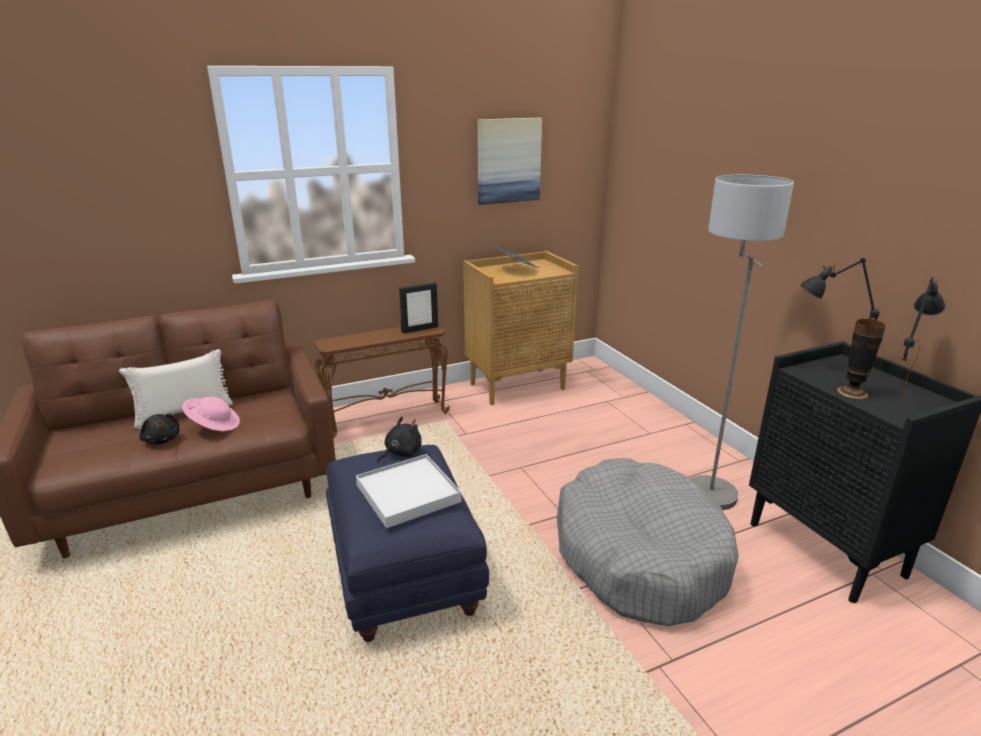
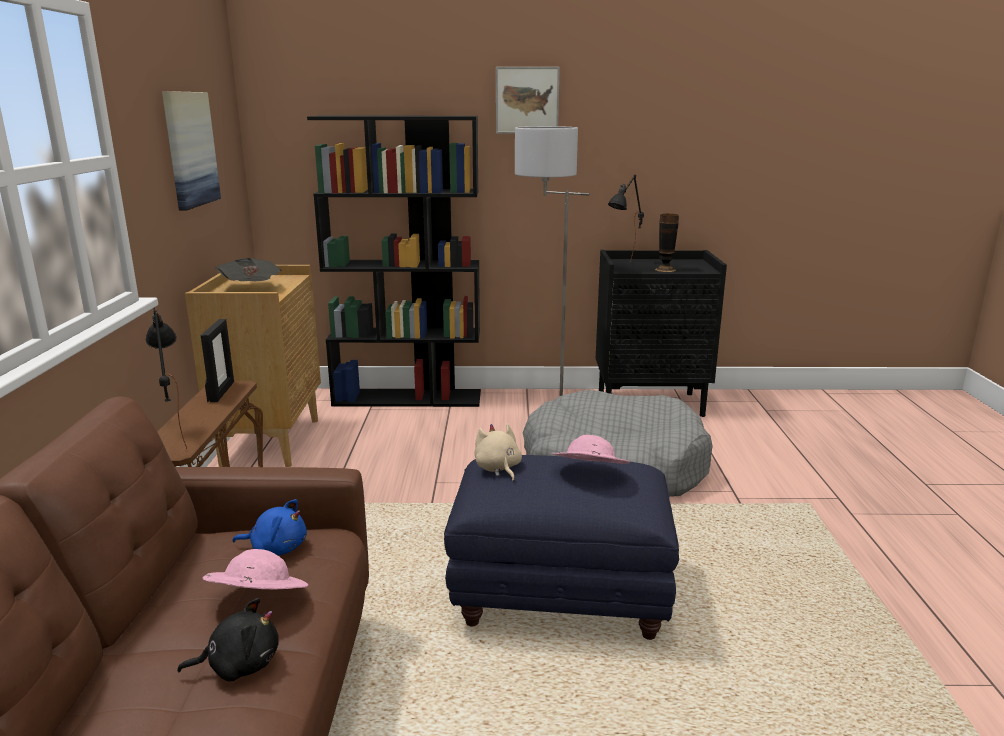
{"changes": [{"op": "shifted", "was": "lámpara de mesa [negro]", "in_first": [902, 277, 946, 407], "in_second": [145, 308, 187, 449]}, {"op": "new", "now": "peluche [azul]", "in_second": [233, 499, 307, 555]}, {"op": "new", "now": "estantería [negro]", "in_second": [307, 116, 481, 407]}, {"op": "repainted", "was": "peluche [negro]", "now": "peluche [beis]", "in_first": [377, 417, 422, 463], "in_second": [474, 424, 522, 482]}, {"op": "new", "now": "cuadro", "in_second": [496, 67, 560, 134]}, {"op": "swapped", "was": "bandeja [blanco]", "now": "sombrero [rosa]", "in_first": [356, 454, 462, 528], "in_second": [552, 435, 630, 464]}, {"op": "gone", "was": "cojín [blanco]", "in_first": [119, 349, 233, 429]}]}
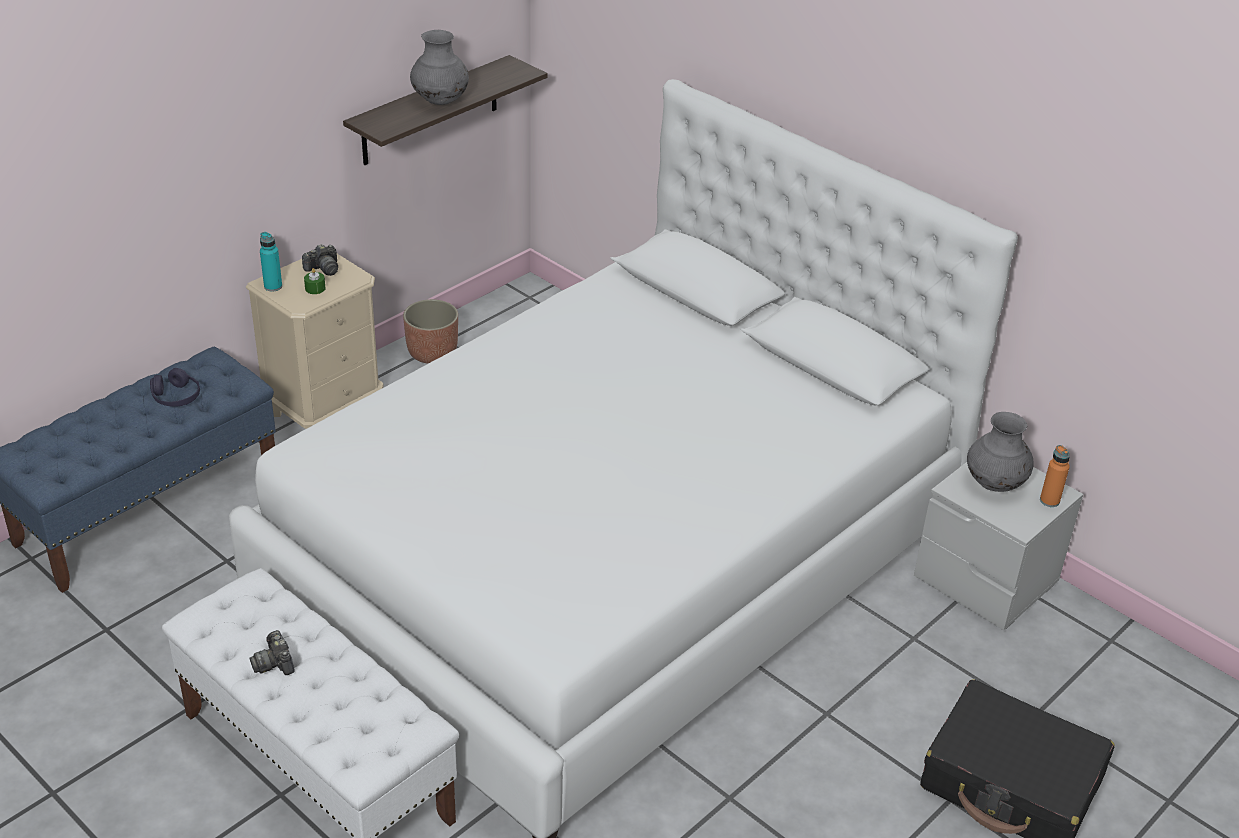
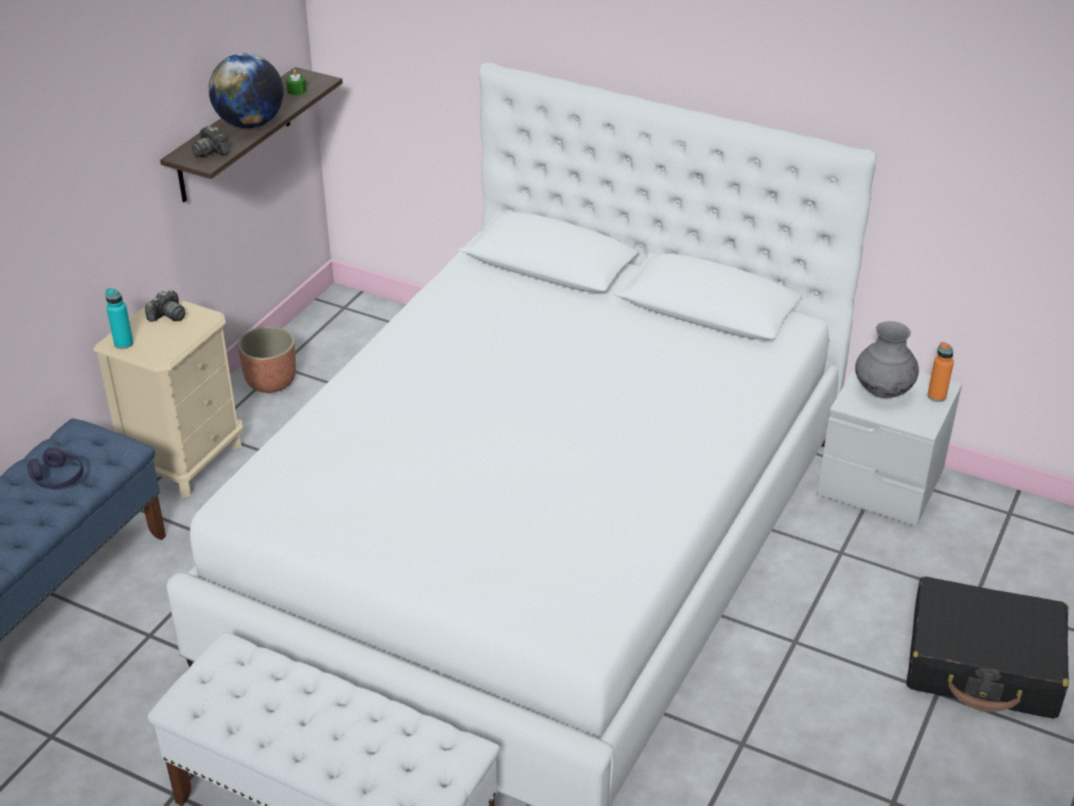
{"changes": [{"op": "shifted", "was": "cámara", "in_first": [250, 630, 295, 675], "in_second": [192, 126, 230, 158]}, {"op": "swapped", "was": "florero [gris]", "now": "globo terráqueo", "in_first": [410, 30, 469, 105], "in_second": [209, 53, 283, 128]}, {"op": "shifted", "was": "vela [verde]", "in_first": [304, 268, 325, 294], "in_second": [286, 69, 307, 95]}]}
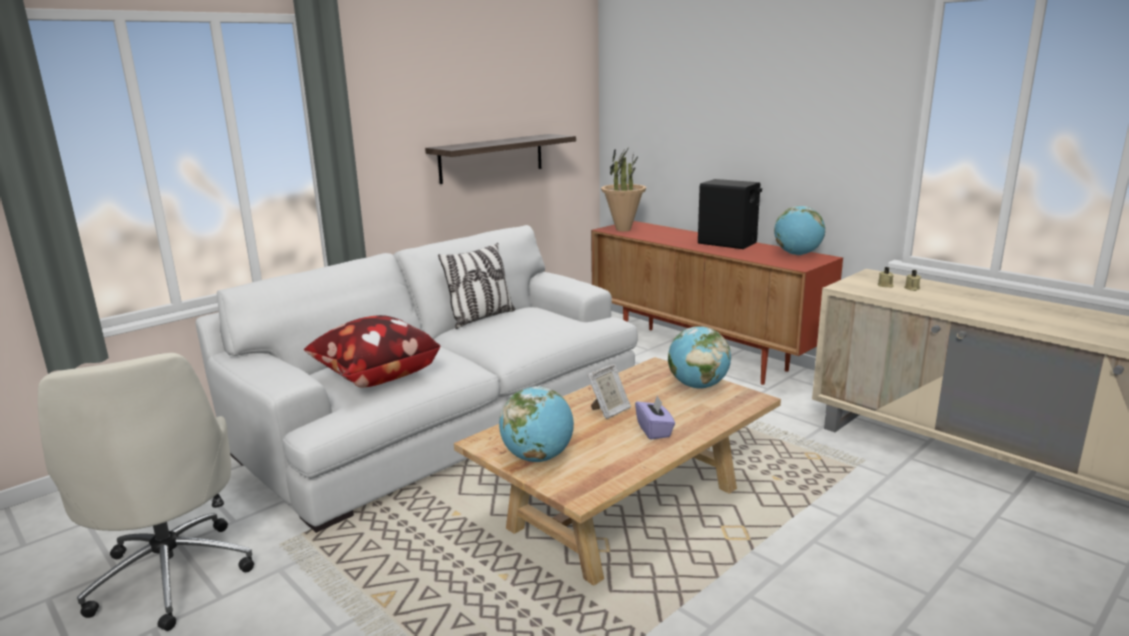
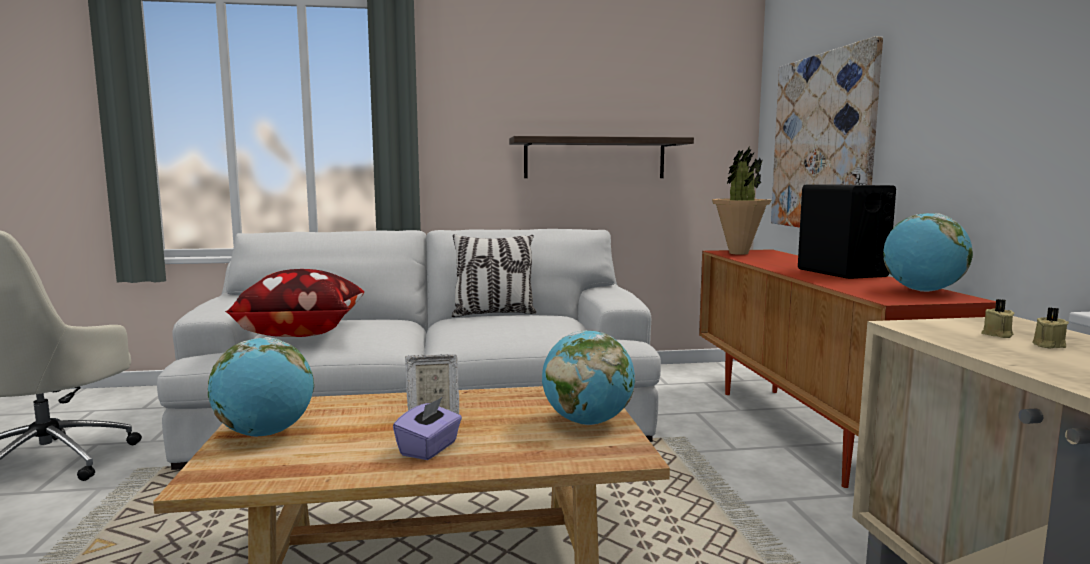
{"changes": [{"op": "new", "now": "cuadro", "in_second": [771, 36, 883, 228]}]}
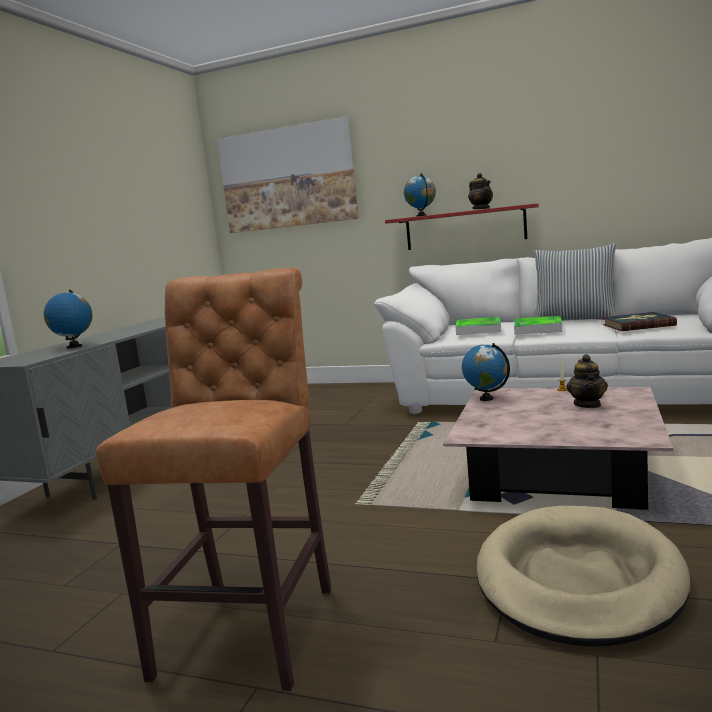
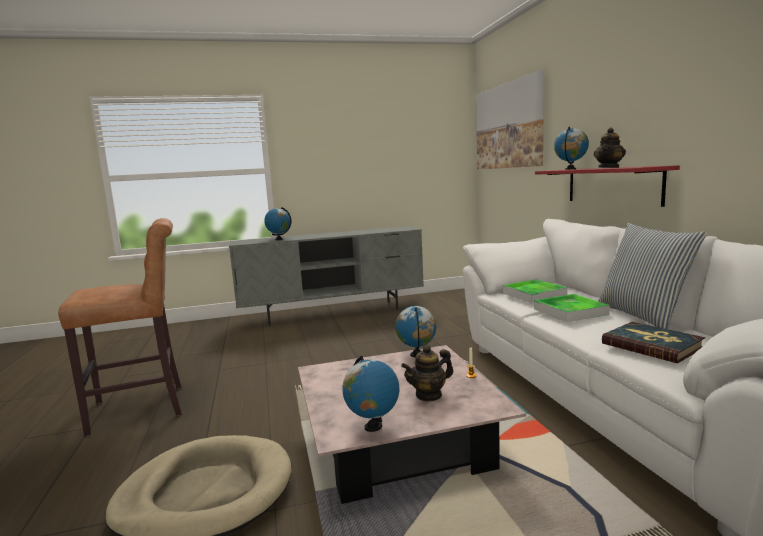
{"changes": [{"op": "new", "now": "globo terráqueo", "in_second": [343, 356, 399, 432]}]}
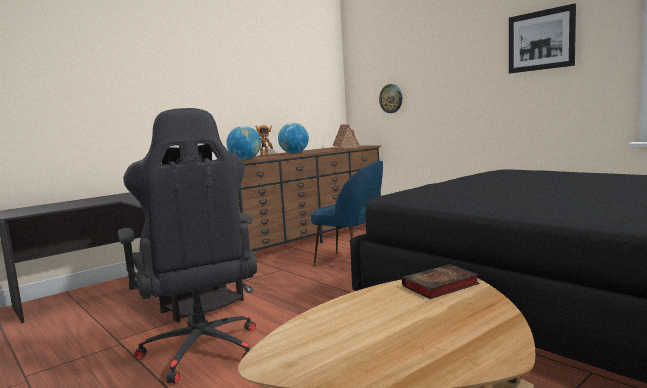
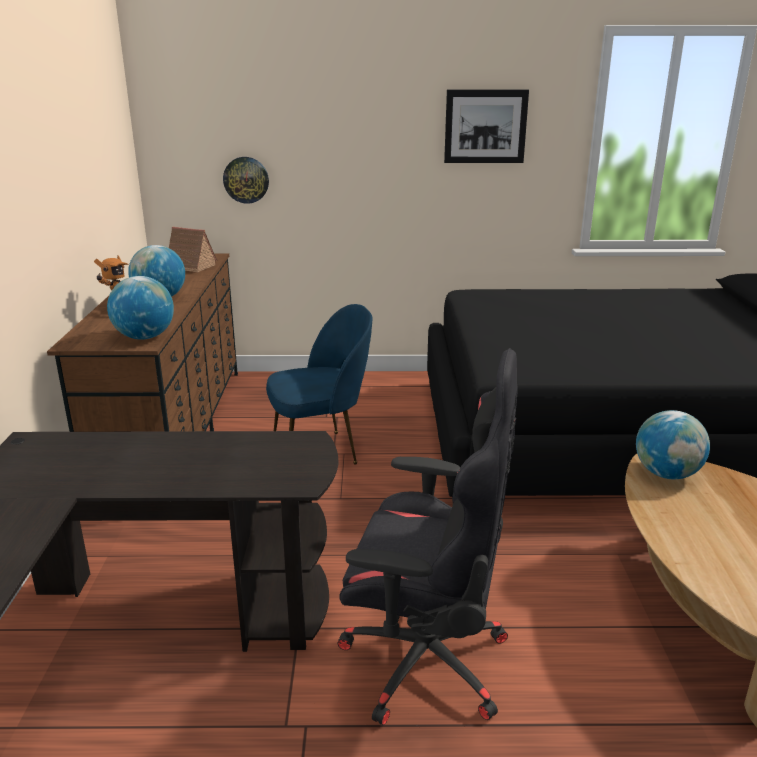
{"changes": [{"op": "swapped", "was": "libro", "now": "globo terráqueo", "in_first": [402, 264, 480, 299], "in_second": [636, 410, 710, 479]}]}
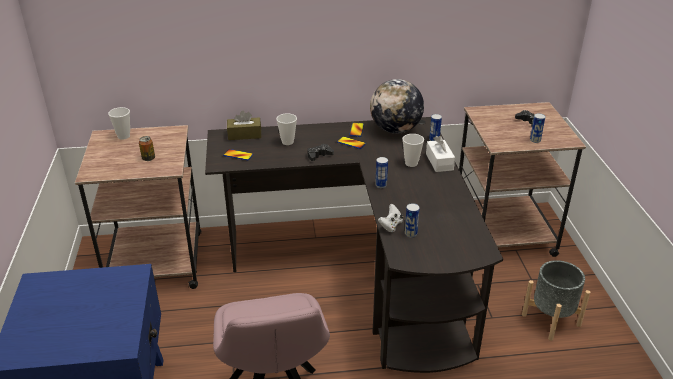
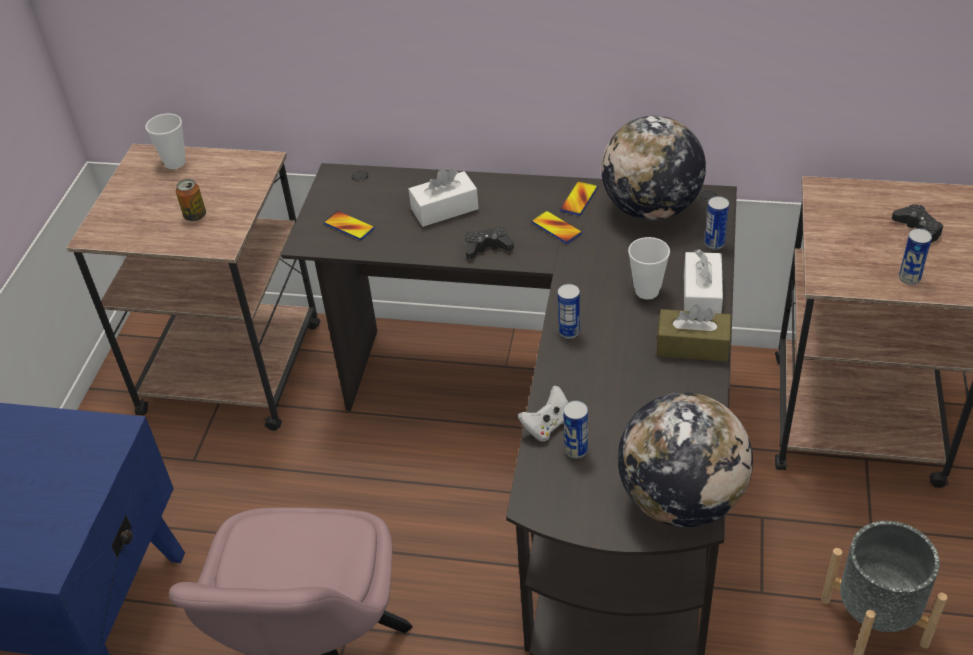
{"changes": [{"op": "swapped", "was": "taza", "now": "caja de pañuelos [blanco]", "in_first": [276, 113, 297, 145], "in_second": [409, 168, 479, 227]}, {"op": "new", "now": "globo terráqueo", "in_second": [618, 392, 753, 527]}, {"op": "shifted", "was": "caja de pañuelos [marrón]", "in_first": [227, 111, 261, 140], "in_second": [657, 304, 731, 362]}]}
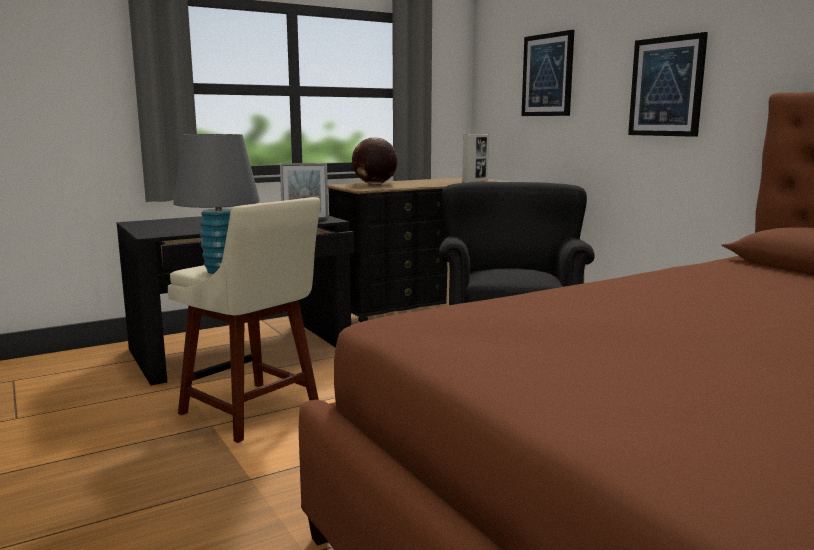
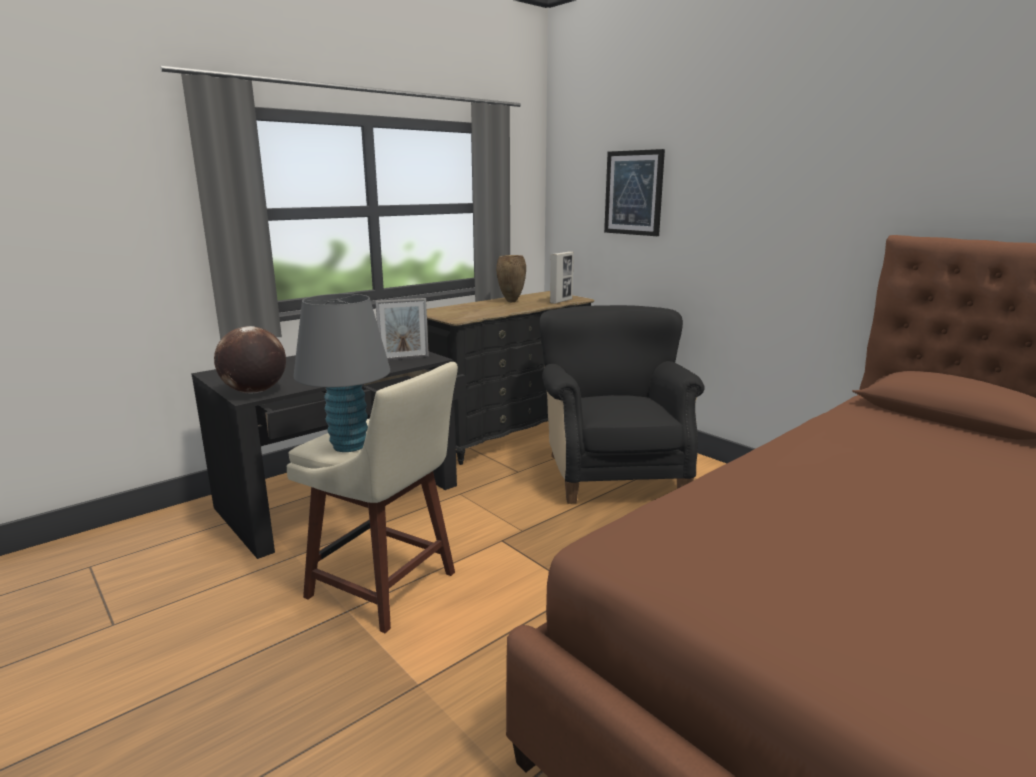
{"changes": [{"op": "shifted", "was": "globo terráqueo", "in_first": [352, 137, 398, 184], "in_second": [214, 326, 286, 393]}, {"op": "new", "now": "florero [marrón]", "in_second": [496, 255, 526, 302]}, {"op": "gone", "was": "cuadro", "in_first": [628, 32, 708, 137]}]}
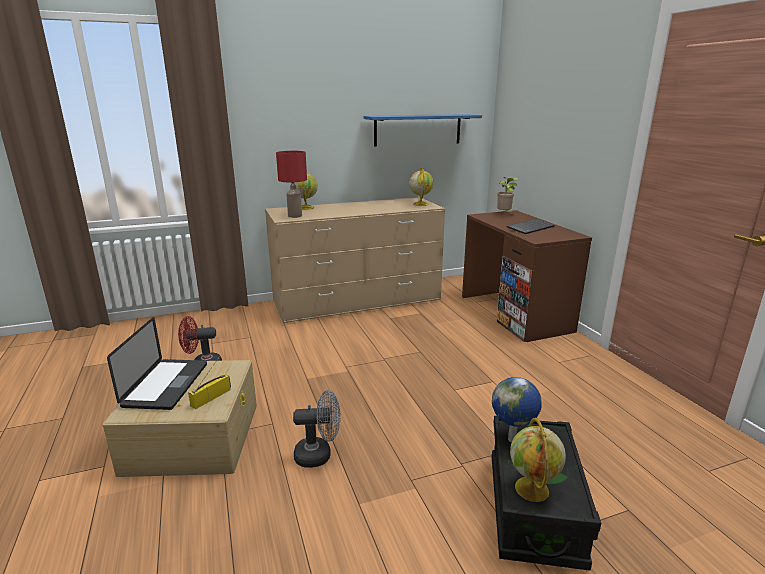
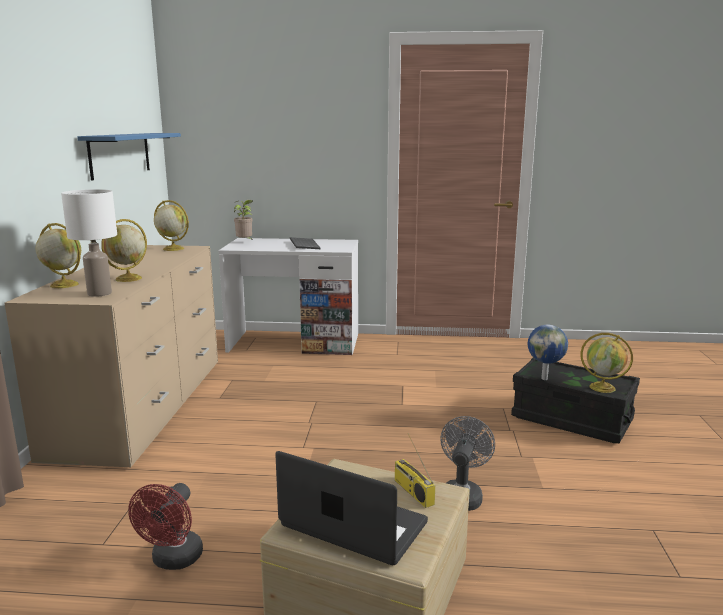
{"changes": [{"op": "repainted", "was": "lámpara de mesa [rojo]", "now": "lámpara de mesa [blanco]", "in_first": [276, 151, 307, 218], "in_second": [61, 189, 117, 297]}, {"op": "new", "now": "globo terráqueo", "in_second": [101, 219, 147, 282]}, {"op": "repainted", "was": "escritorio [marrón]", "now": "escritorio [blanco]", "in_first": [462, 210, 592, 342], "in_second": [218, 238, 358, 355]}]}
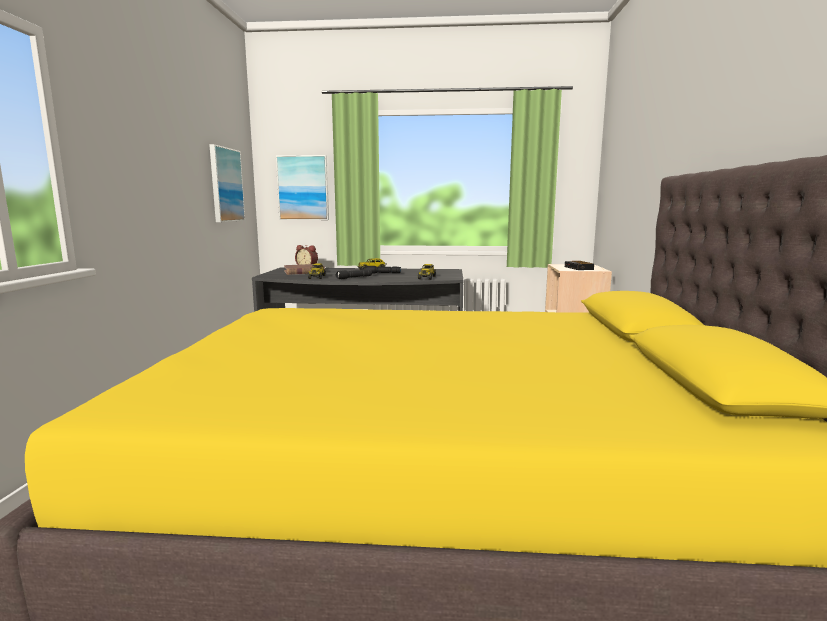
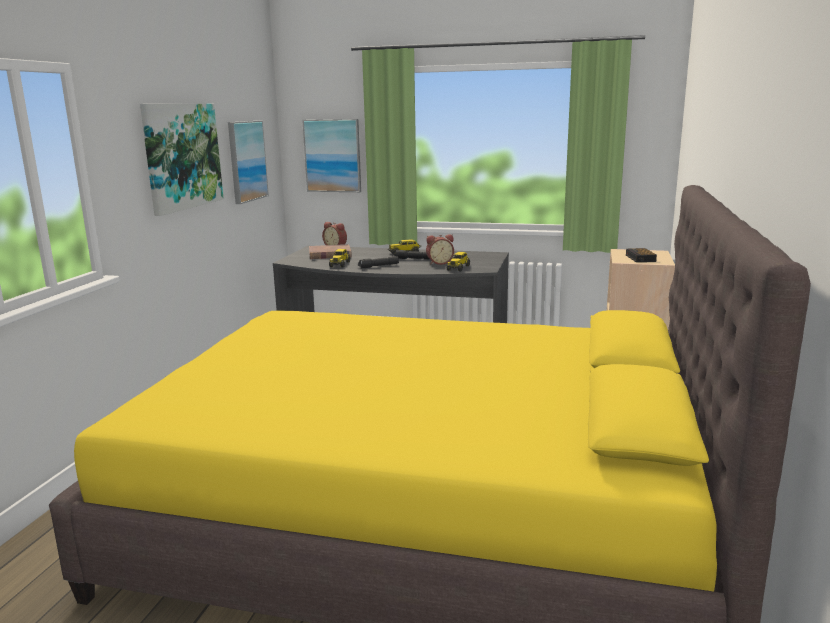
{"changes": [{"op": "new", "now": "cuadro", "in_second": [140, 104, 224, 216]}, {"op": "new", "now": "despertador", "in_second": [426, 234, 454, 265]}]}
